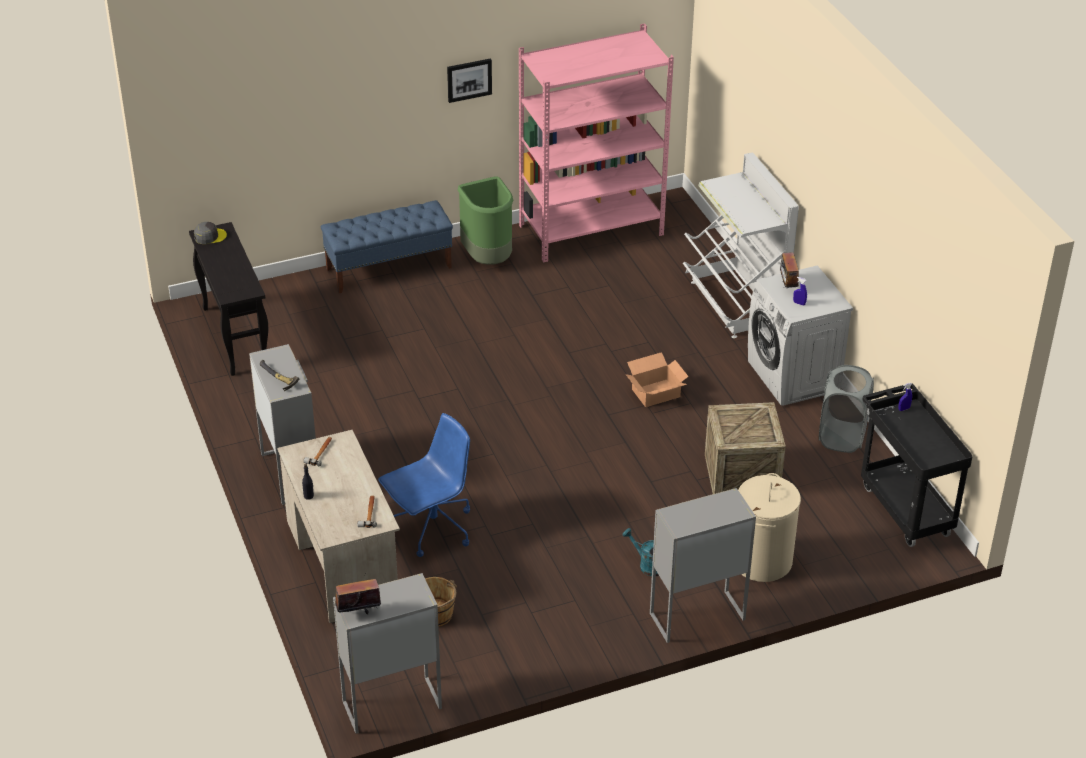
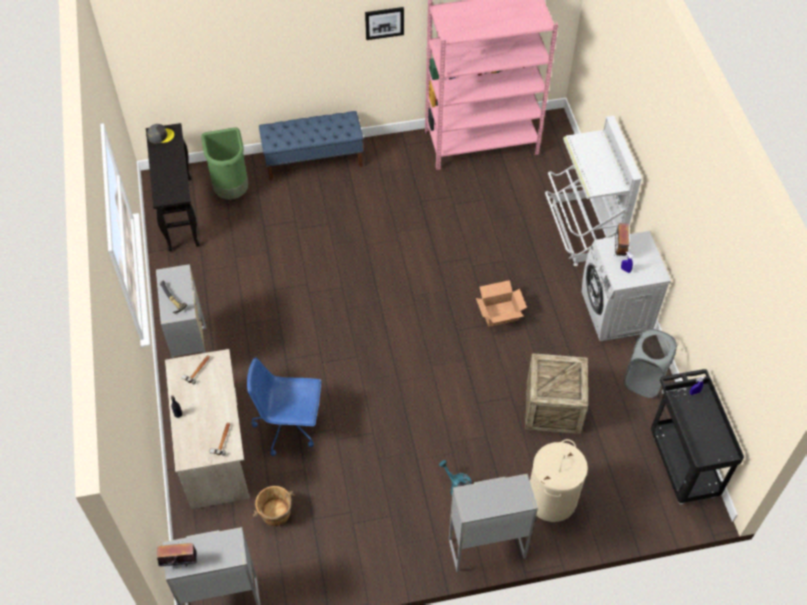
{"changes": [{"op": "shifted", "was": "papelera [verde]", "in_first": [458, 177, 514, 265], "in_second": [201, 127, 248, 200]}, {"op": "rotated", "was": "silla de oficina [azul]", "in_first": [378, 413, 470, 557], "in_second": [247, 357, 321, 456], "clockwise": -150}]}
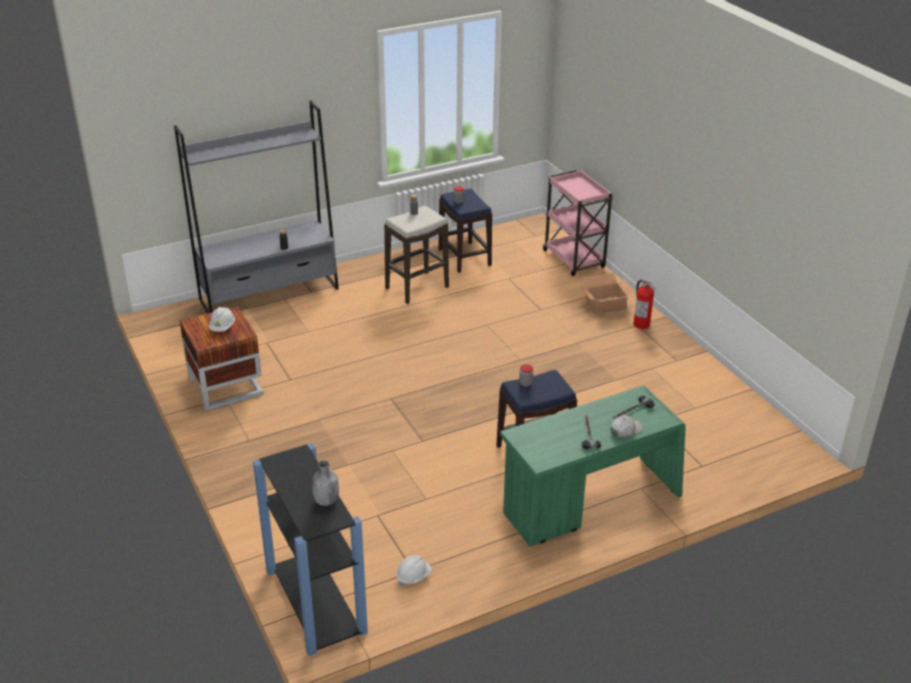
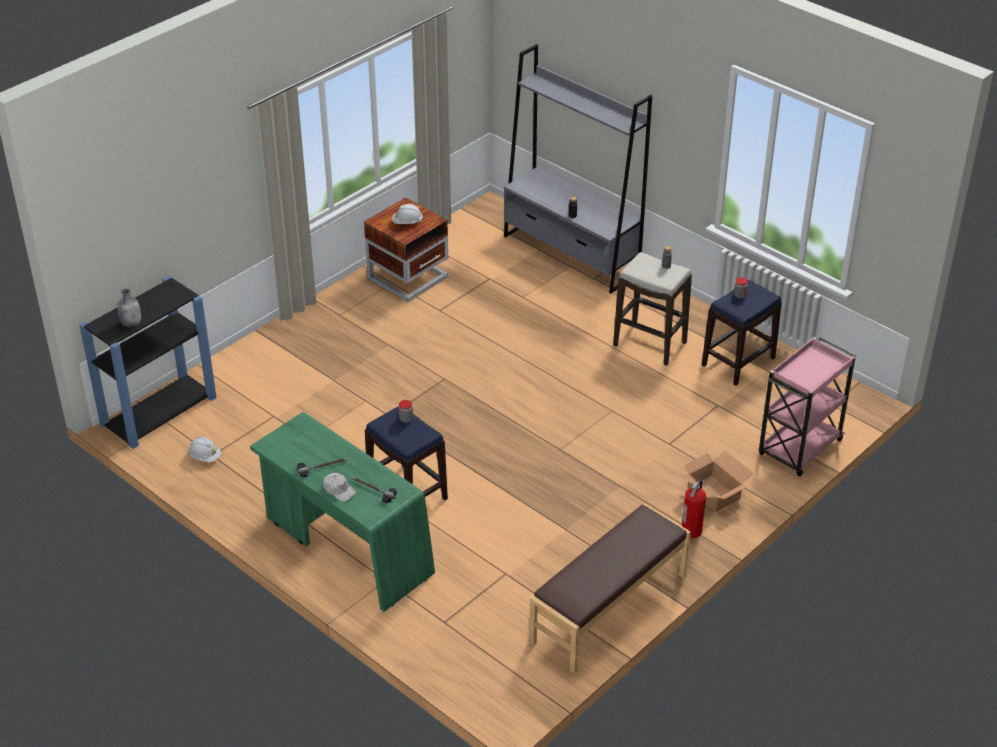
{"changes": [{"op": "new", "now": "banco [marrón]", "in_second": [529, 504, 691, 674]}]}
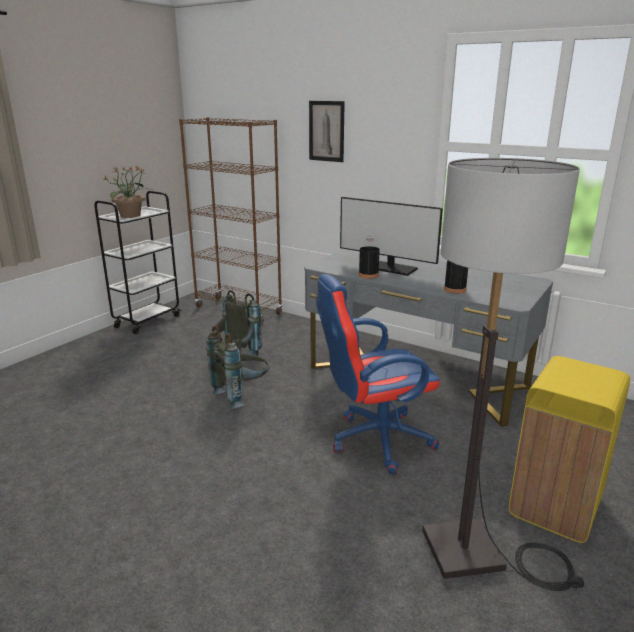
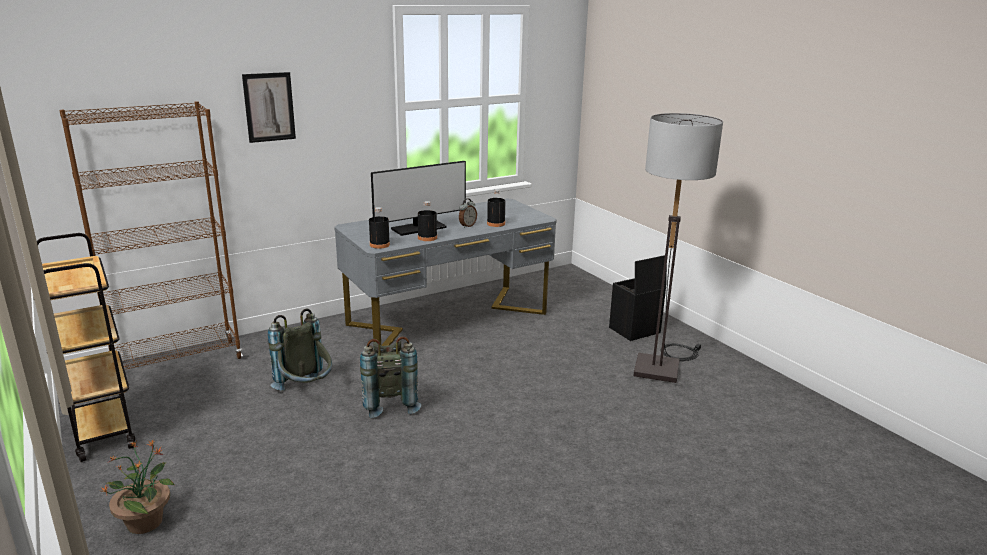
{"changes": [{"op": "repainted", "was": "carrito [blanco]", "now": "carrito [marrón]", "in_first": [94, 191, 181, 334], "in_second": [33, 233, 135, 462]}, {"op": "shifted", "was": "planta en maceta", "in_first": [104, 166, 153, 218], "in_second": [102, 440, 174, 534]}, {"op": "new", "now": "botella [negro]", "in_second": [369, 207, 390, 249]}, {"op": "new", "now": "despertador", "in_second": [459, 198, 477, 228]}, {"op": "swapped", "was": "papelera [amarillo]", "now": "caja de almacenaje [negro]", "in_first": [509, 356, 630, 543], "in_second": [609, 255, 667, 341]}, {"op": "gone", "was": "silla de oficina [azul]", "in_first": [316, 274, 440, 475]}]}
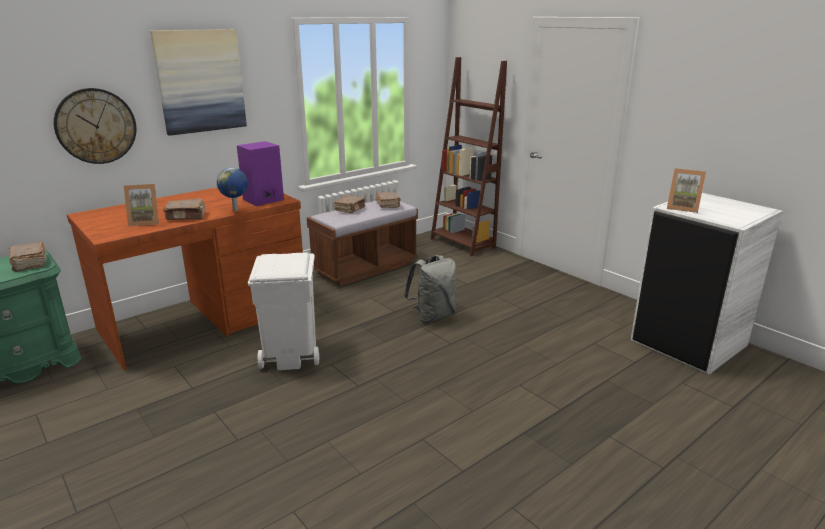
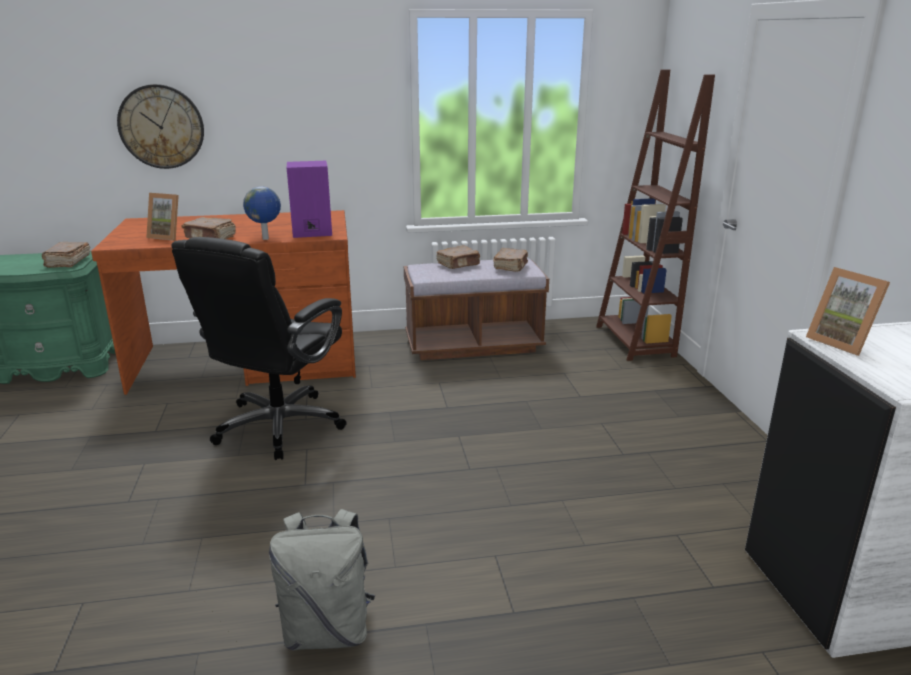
{"changes": [{"op": "swapped", "was": "papelera [blanco]", "now": "silla de oficina [negro]", "in_first": [248, 253, 319, 370], "in_second": [171, 237, 347, 460]}, {"op": "shifted", "was": "mochila [gris]", "in_first": [404, 255, 456, 323], "in_second": [269, 509, 375, 650]}, {"op": "gone", "was": "cuadro", "in_first": [150, 29, 247, 136]}]}
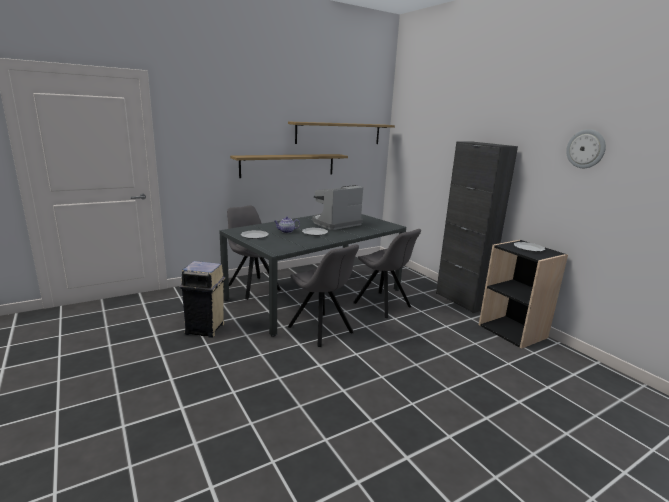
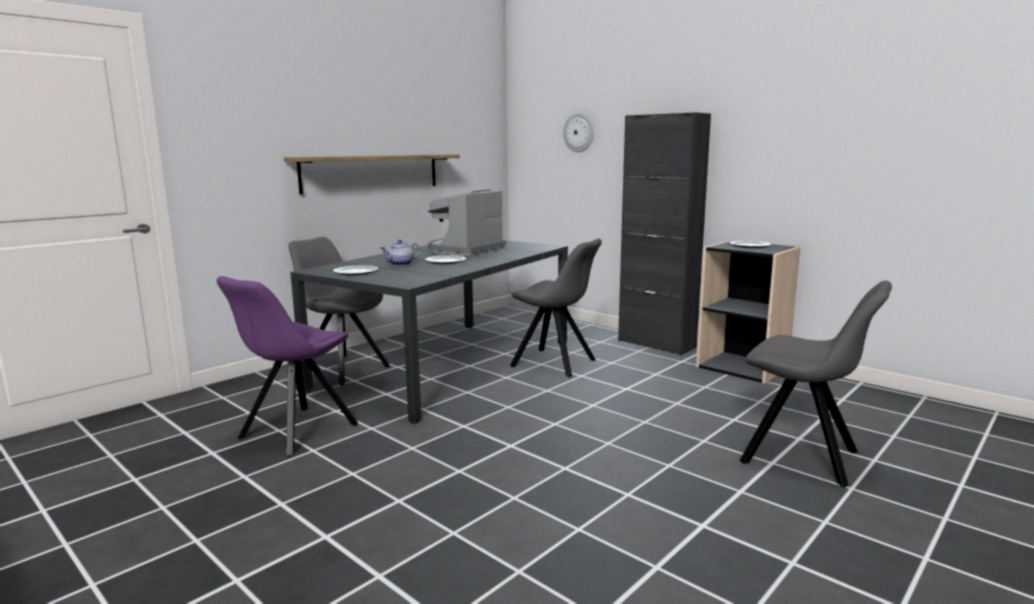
{"changes": [{"op": "swapped", "was": "papelera [beis]", "now": "silla [morado]", "in_first": [180, 261, 225, 338], "in_second": [217, 276, 358, 456]}, {"op": "shifted", "was": "reloj de pared", "in_first": [566, 129, 606, 168], "in_second": [563, 113, 594, 152]}, {"op": "shifted", "was": "silla [gris]", "in_first": [288, 244, 359, 347], "in_second": [740, 281, 892, 487]}, {"op": "gone", "was": "estante", "in_first": [288, 122, 395, 144]}]}
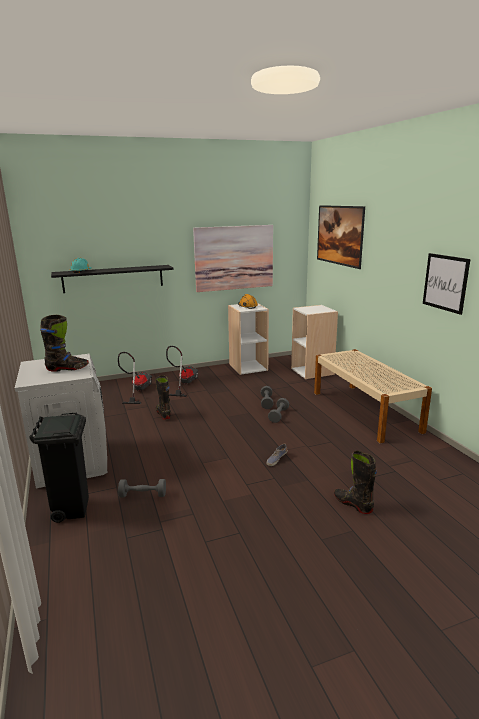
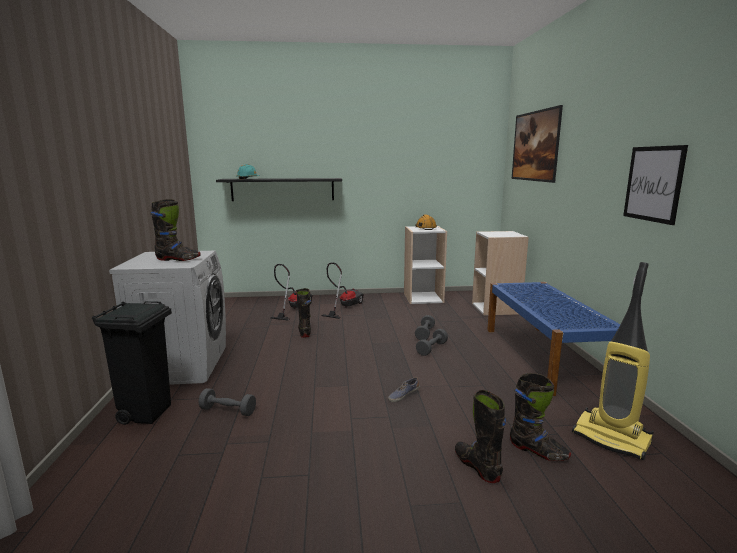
{"changes": [{"op": "repainted", "was": "banco [beis]", "now": "banco [azul]", "in_first": [314, 349, 432, 444], "in_second": [487, 282, 620, 396]}, {"op": "new", "now": "bota [negro]", "in_second": [510, 373, 571, 461]}, {"op": "new", "now": "aspiradora", "in_second": [572, 262, 654, 460]}, {"op": "gone", "was": "cuadro", "in_first": [193, 225, 273, 292]}]}
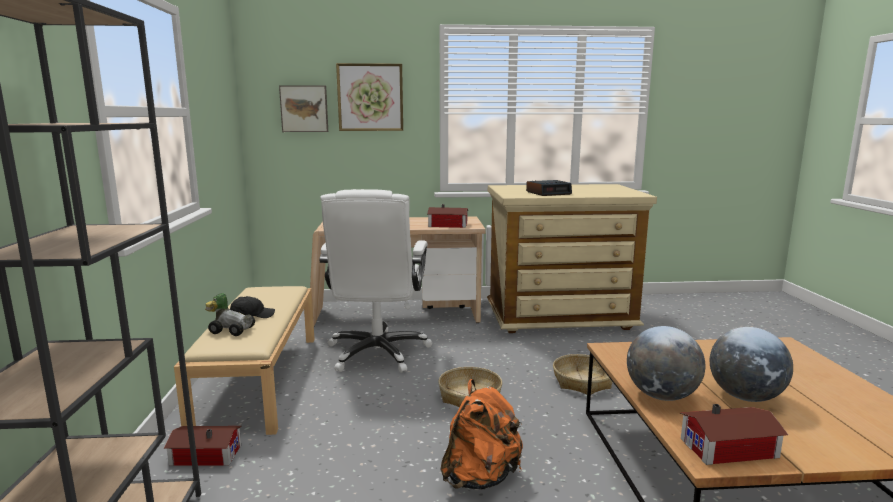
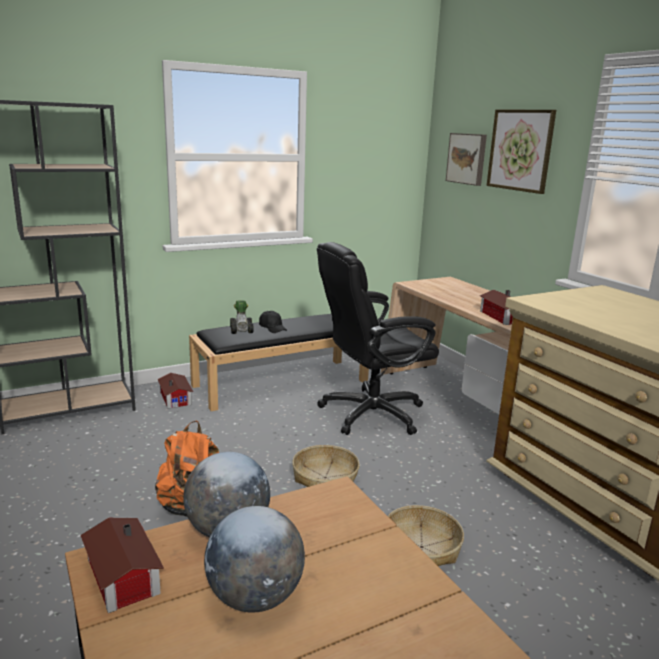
{"changes": [{"op": "repainted", "was": "banco [beis]", "now": "banco [negro]", "in_first": [174, 286, 315, 435], "in_second": [189, 314, 369, 411]}, {"op": "repainted", "was": "silla de oficina [blanco]", "now": "silla de oficina [negro]", "in_first": [319, 189, 433, 373], "in_second": [317, 242, 439, 435]}, {"op": "gone", "was": "despertador", "in_first": [526, 180, 572, 196]}]}
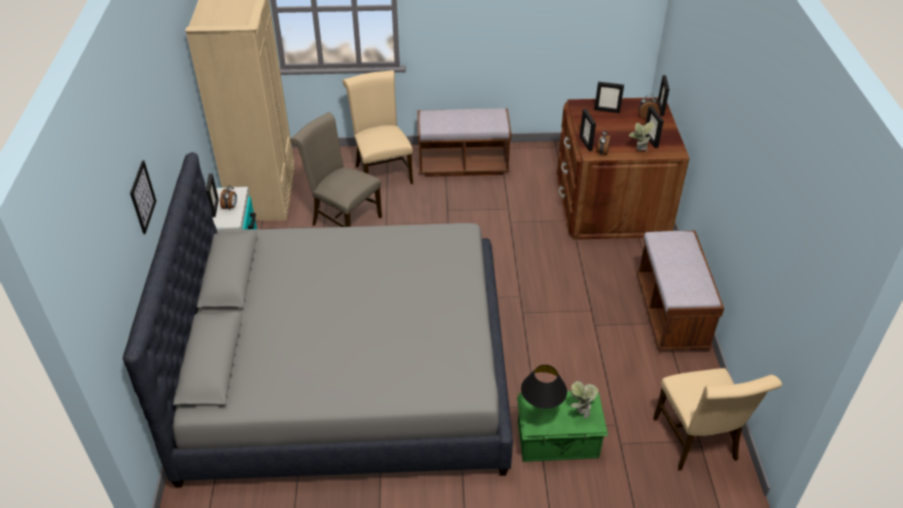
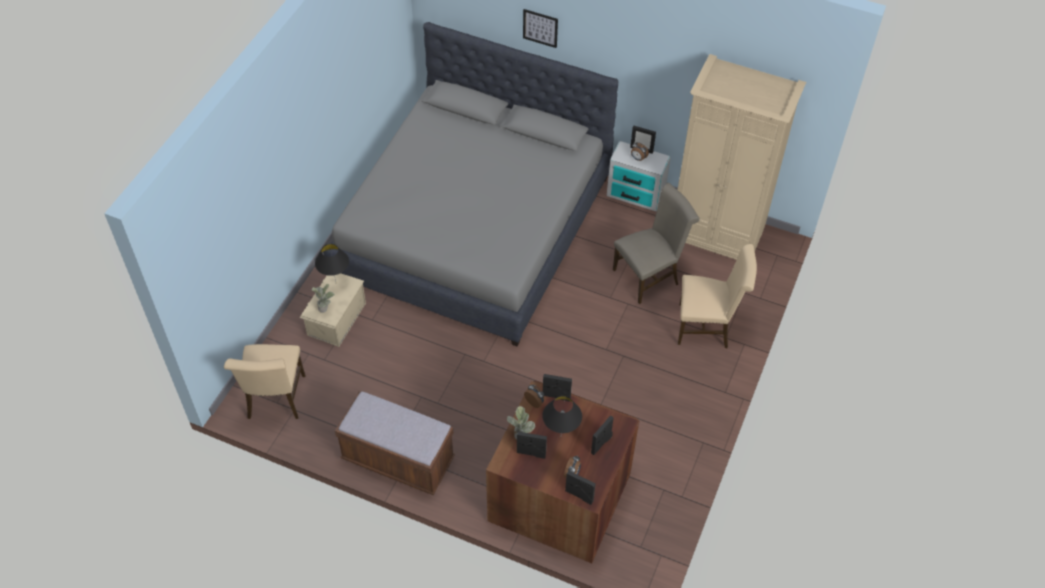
{"changes": [{"op": "rotated", "was": "silla [beis]", "in_first": [653, 368, 782, 471], "in_second": [224, 344, 305, 419], "clockwise": -105}, {"op": "repainted", "was": "caja de almacenaje [verde]", "now": "caja de almacenaje [beis]", "in_first": [517, 391, 608, 462], "in_second": [300, 273, 366, 347]}, {"op": "new", "now": "lámpara de mesa [negro]", "in_second": [542, 396, 582, 433]}, {"op": "gone", "was": "banco [marrón]", "in_first": [417, 108, 512, 177]}]}
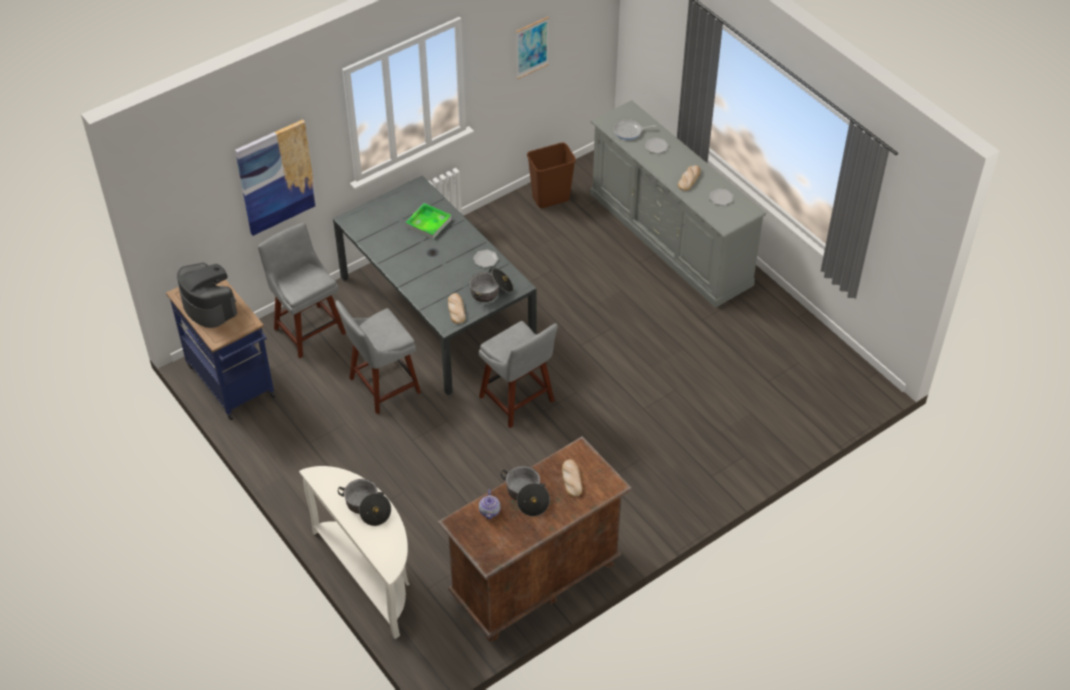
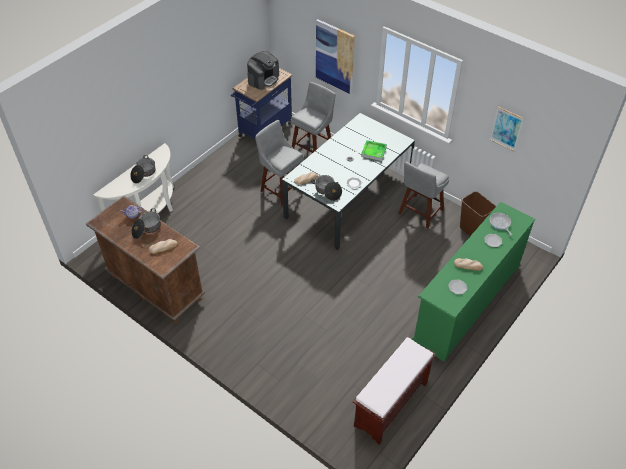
{"changes": [{"op": "new", "now": "banco [marrón]", "in_second": [353, 337, 436, 444]}, {"op": "shifted", "was": "silla [gris]", "in_first": [479, 321, 558, 428], "in_second": [399, 161, 449, 228]}, {"op": "repainted", "was": "armario [gris]", "now": "armario [verde]", "in_first": [590, 100, 766, 308], "in_second": [412, 202, 535, 362]}]}
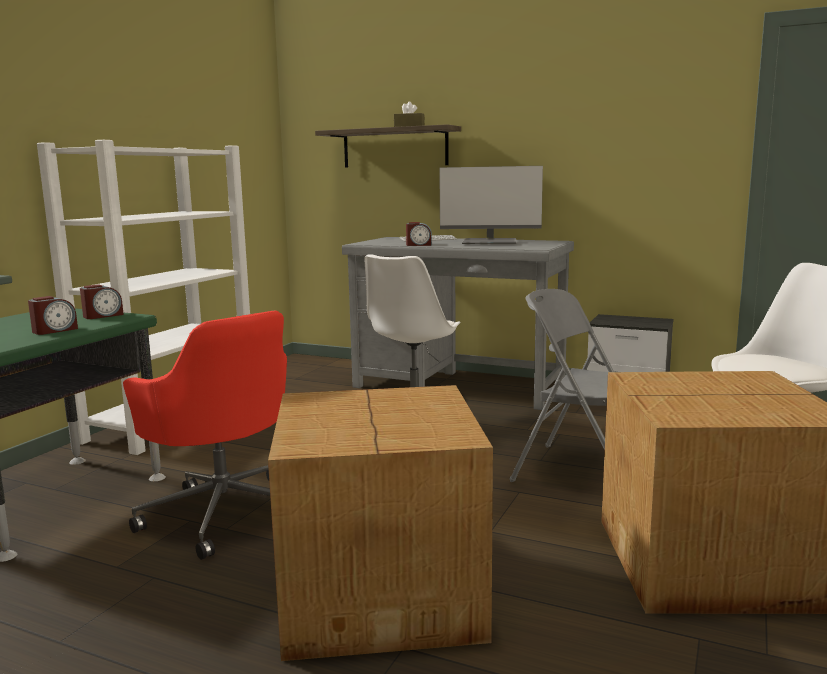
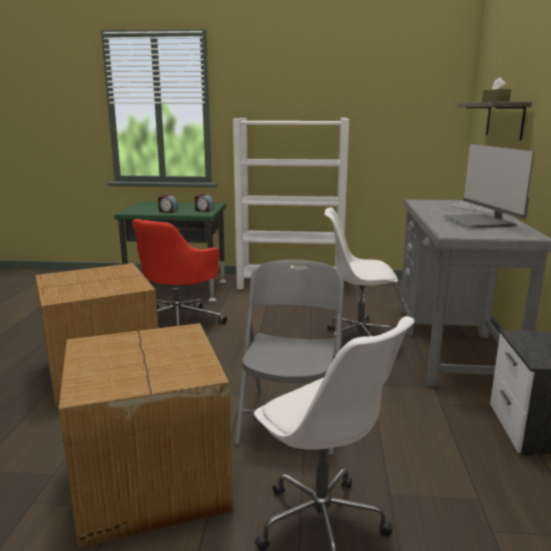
{"changes": [{"op": "gone", "was": "despertador", "in_first": [406, 222, 432, 246]}]}
